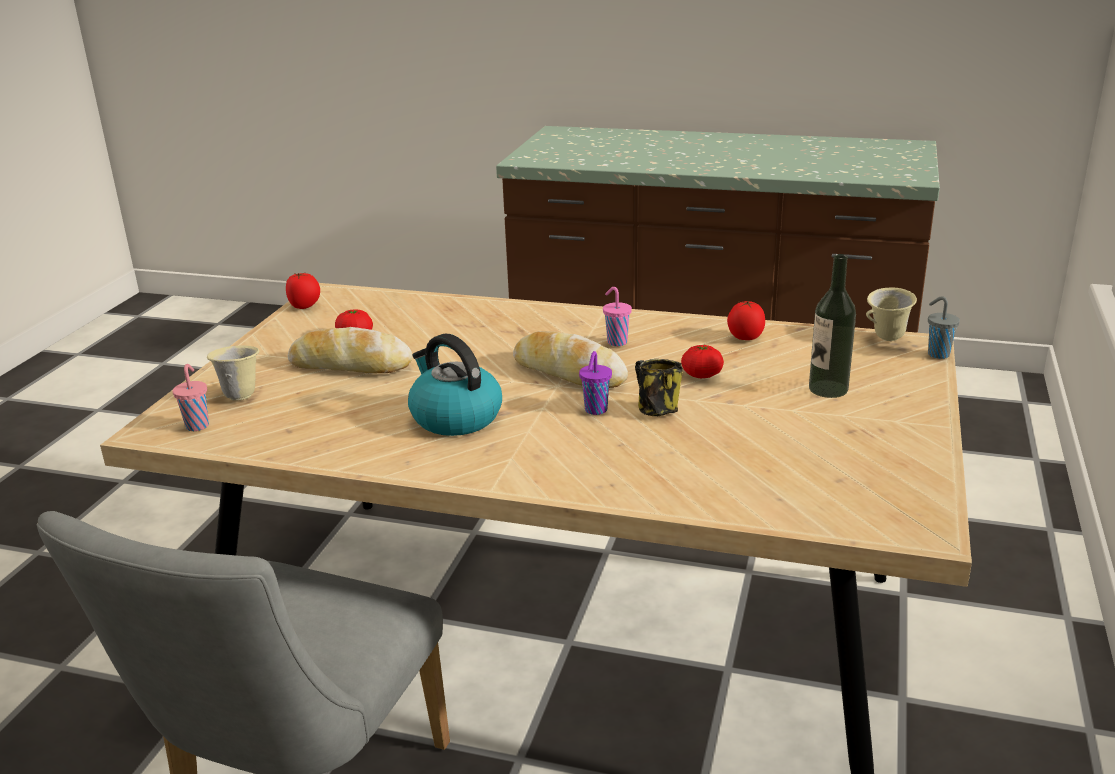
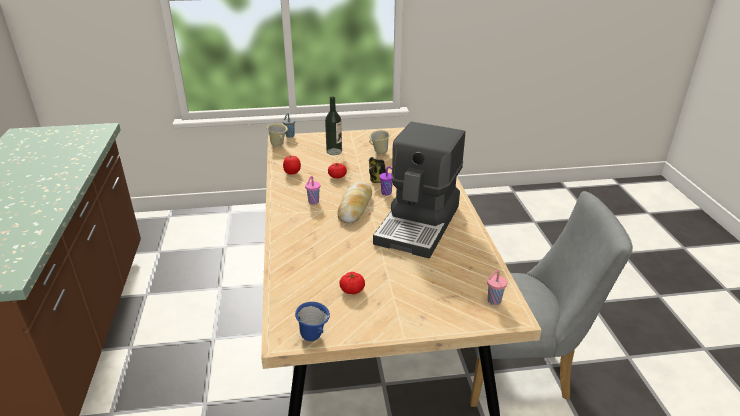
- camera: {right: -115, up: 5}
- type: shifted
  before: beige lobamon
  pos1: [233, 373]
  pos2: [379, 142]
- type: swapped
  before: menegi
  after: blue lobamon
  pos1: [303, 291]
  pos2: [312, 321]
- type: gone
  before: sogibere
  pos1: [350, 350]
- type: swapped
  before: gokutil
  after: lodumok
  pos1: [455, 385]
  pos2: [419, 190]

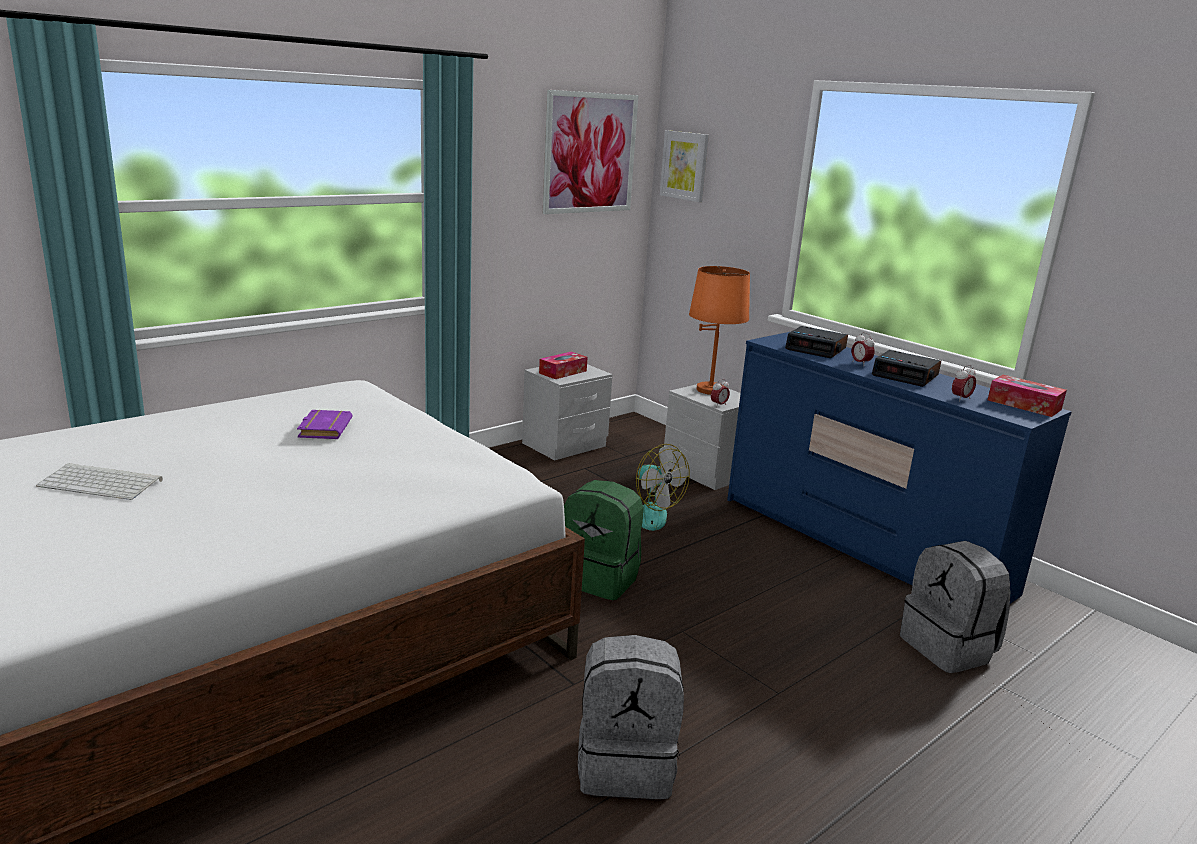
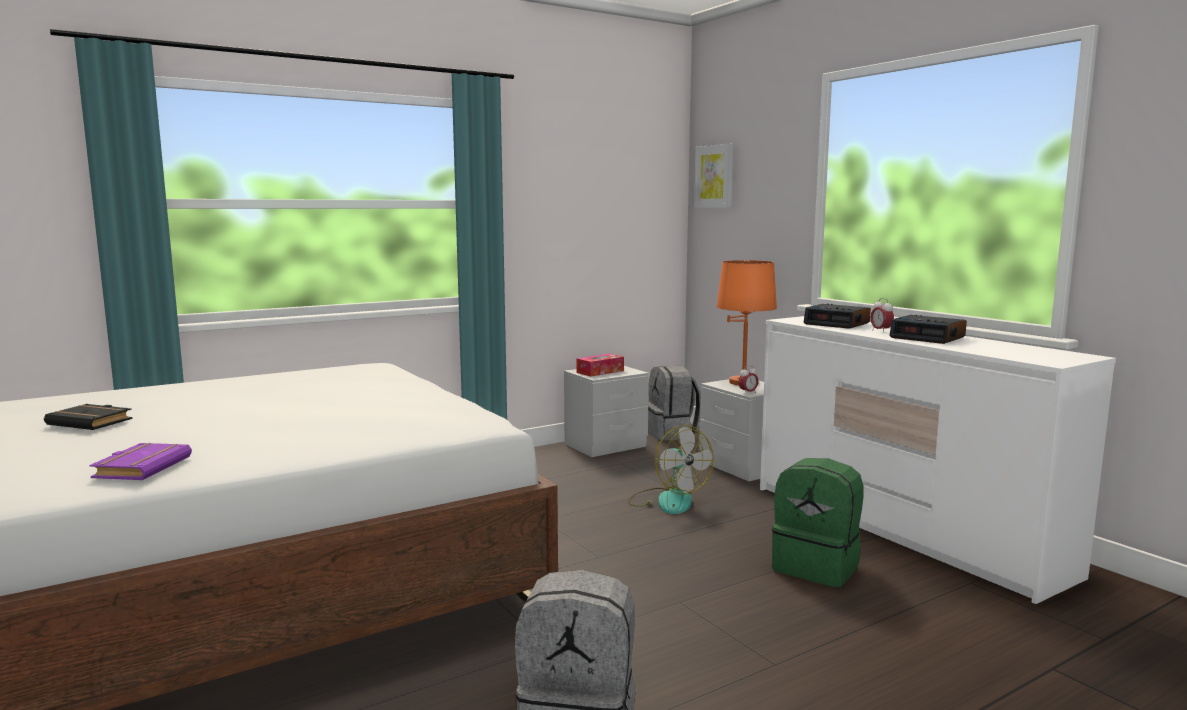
- camera: {right: 10, up: -10}
- type: swapped
  before: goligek
  after: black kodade
  pos1: [99, 481]
  pos2: [88, 417]
- type: shifted
  before: purple kodade
  pos1: [324, 424]
  pos2: [140, 461]
- type: gone
  before: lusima
  pos1: [590, 152]
- type: shifted
  before: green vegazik
  pos1: [603, 540]
  pos2: [818, 523]
- type: repainted
  before: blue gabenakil
  after: white gabenakil
  pos1: [899, 468]
  pos2: [938, 460]
- type: shifted
  before: grey vegazik
  pos1: [955, 607]
  pos2: [674, 403]
- type: gone
  before: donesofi
  pos1: [964, 383]
- type: gone
  before: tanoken
  pos1: [1027, 396]

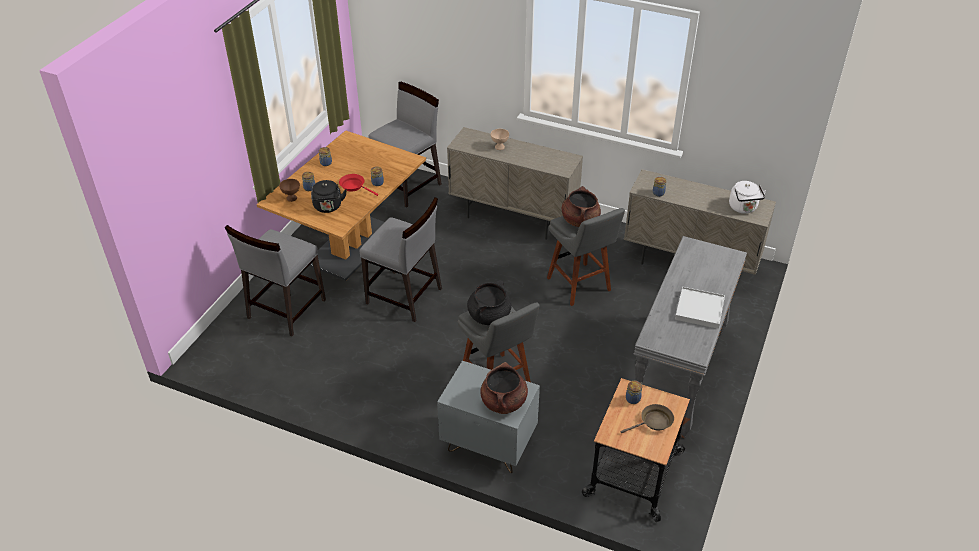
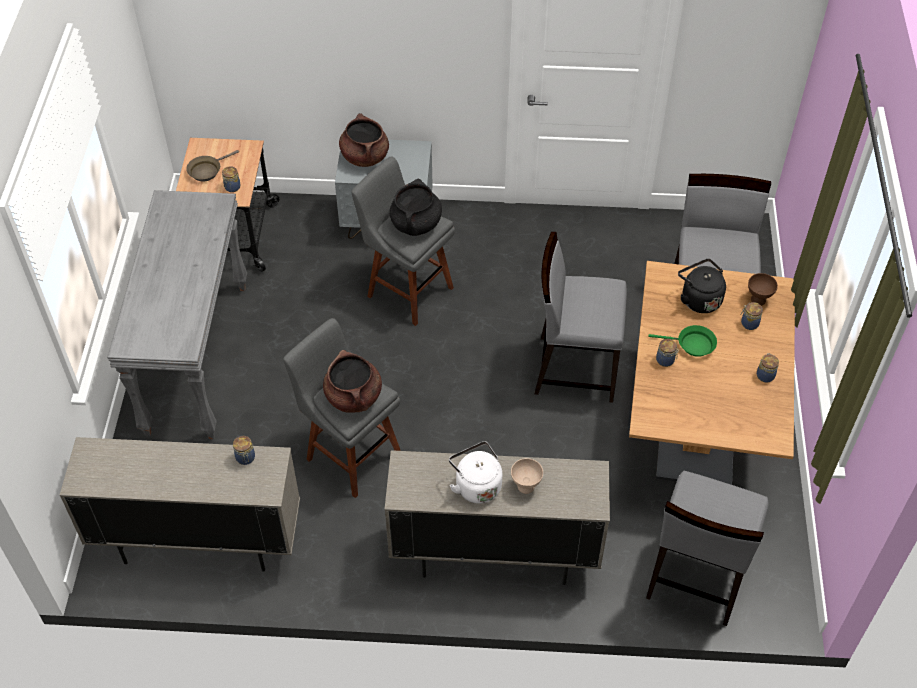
- camera: {right: 160, up: 10}
- type: repainted
  before: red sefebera
  after: green sefebera
  pos1: [358, 185]
  pos2: [682, 341]
- type: gone
  before: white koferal
  pos1: [700, 308]
- type: shifted
  before: white gokutil
  pos1: [747, 197]
  pos2: [475, 472]

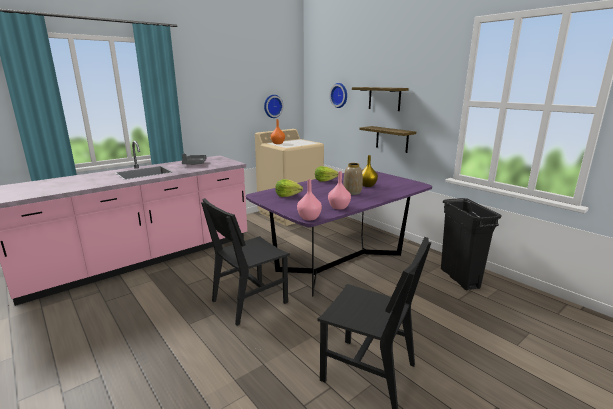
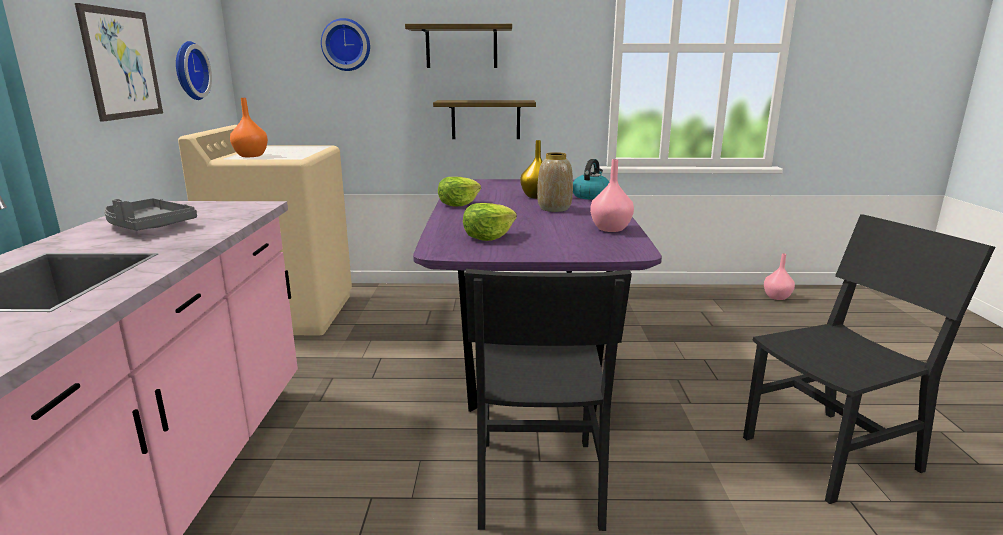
- camera: {right: -50, up: 0}
- type: shifted
  before: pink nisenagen
  pos1: [309, 200]
  pos2: [779, 276]
- type: gone
  before: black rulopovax
  pos1: [471, 244]
- type: new
  after: lusima
  pos2: [119, 62]
- type: new
  after: gokutil
  pos2: [591, 179]

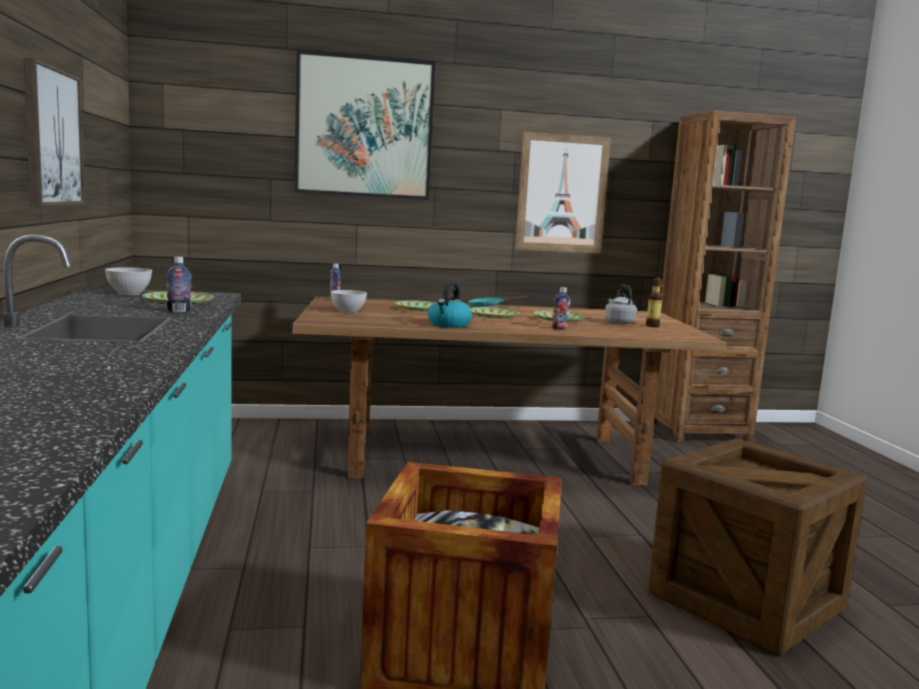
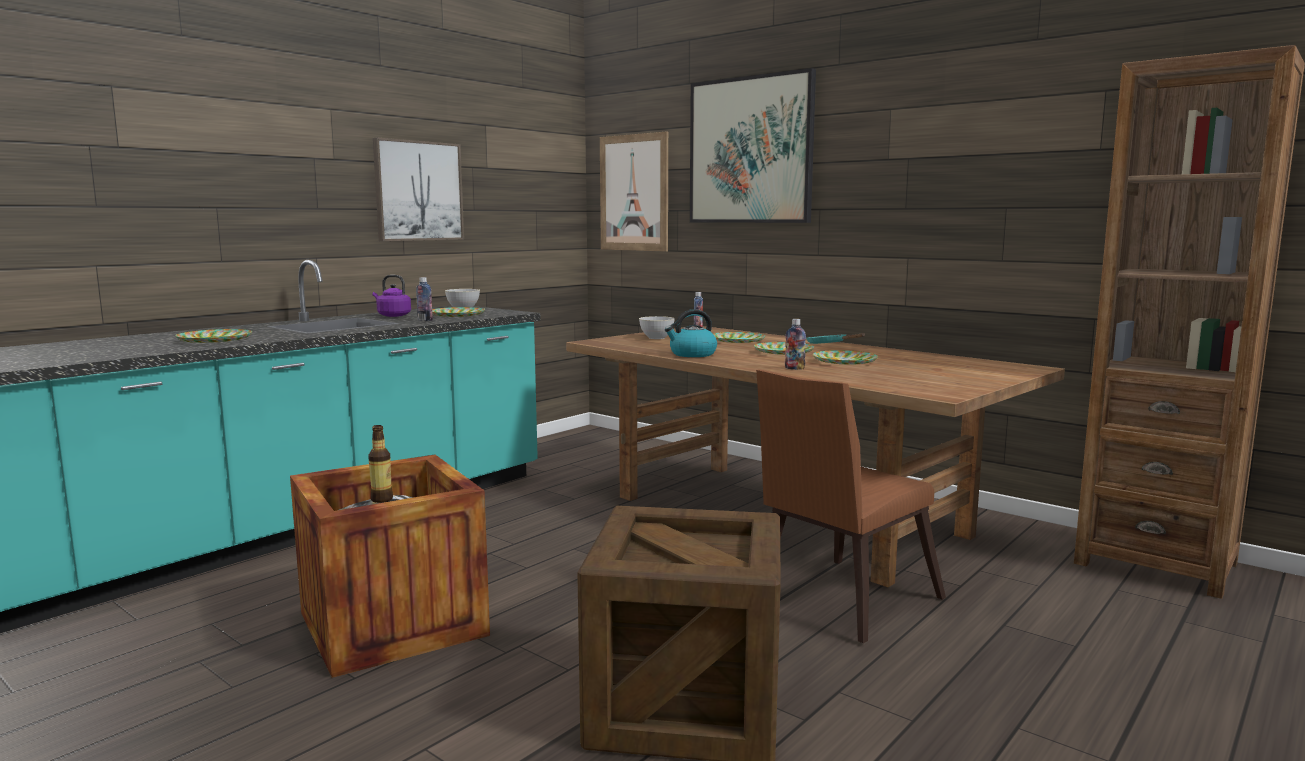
- camera: {right: 50, up: 0}
- type: shifted
  before: lusima
  pos1: [563, 192]
  pos2: [634, 192]
- type: gone
  before: grey gokutil
  pos1: [621, 304]
- type: shifted
  before: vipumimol
  pos1: [654, 302]
  pos2: [380, 464]
- type: new
  after: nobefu
  pos2: [213, 336]
- type: new
  after: purple gokutil
  pos2: [391, 296]
- type: new
  after: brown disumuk
  pos2: [851, 506]

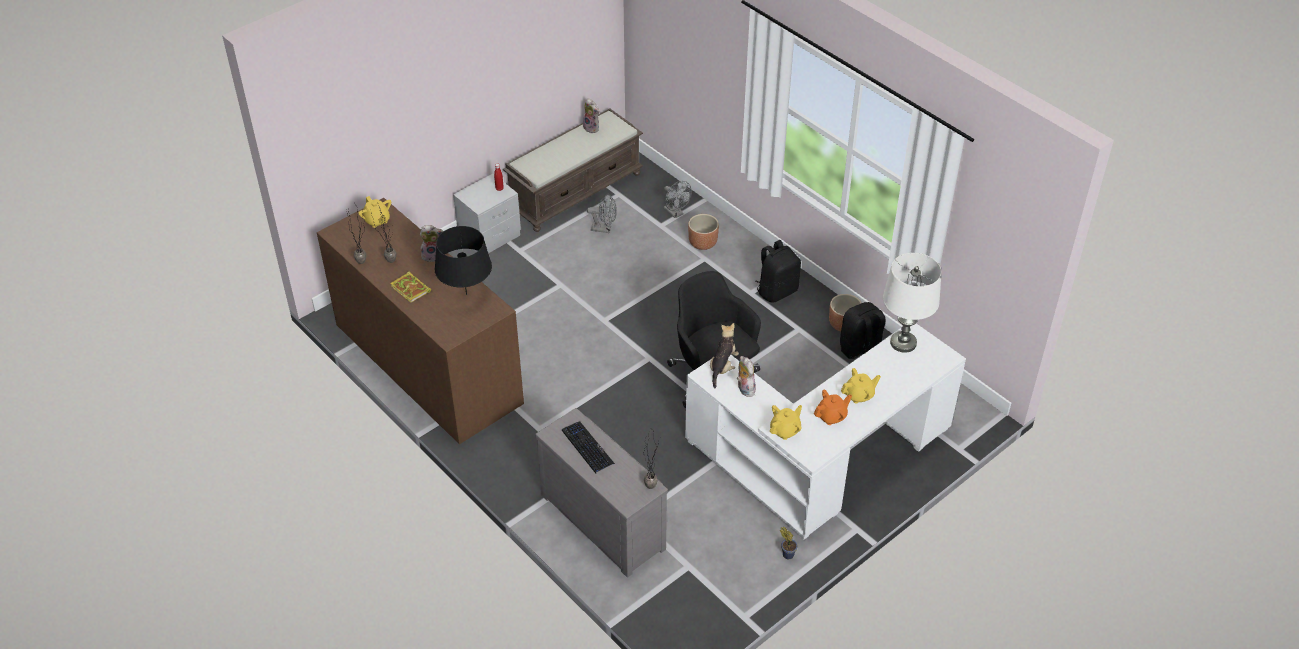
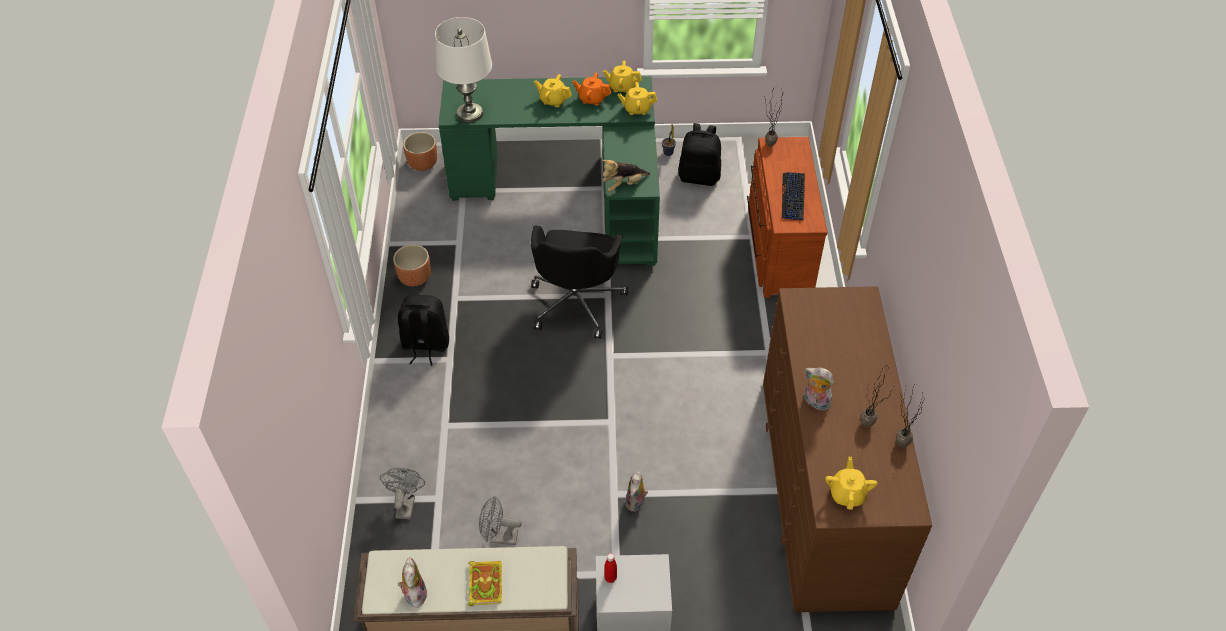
- camera: {right: -140, up: 5}
- type: shifted
  before: kodade
  pos1: [410, 287]
  pos2: [485, 583]
- type: gone
  before: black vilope
  pos1: [463, 260]
- type: repainted
  before: grey gabenakil
  after: brown gabenakil
  pos1: [601, 492]
  pos2: [787, 217]
- type: rotated
  before: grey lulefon
  pos1: [602, 213]
  pos2: [500, 520]
  turn: -45
- type: repainted
  before: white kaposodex
  after: green kaposodex
  pos1: [825, 431]
  pos2: [549, 171]
- type: shifted
  before: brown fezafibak
  pos1: [703, 232]
  pos2: [420, 151]
- type: shifted
  before: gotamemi
  pos1: [746, 376]
  pos2: [637, 491]
- type: shifted
  before: black vegazik
  pos1: [862, 330]
  pos2: [699, 154]
- type: new
  after: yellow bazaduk
  pos2: [622, 77]

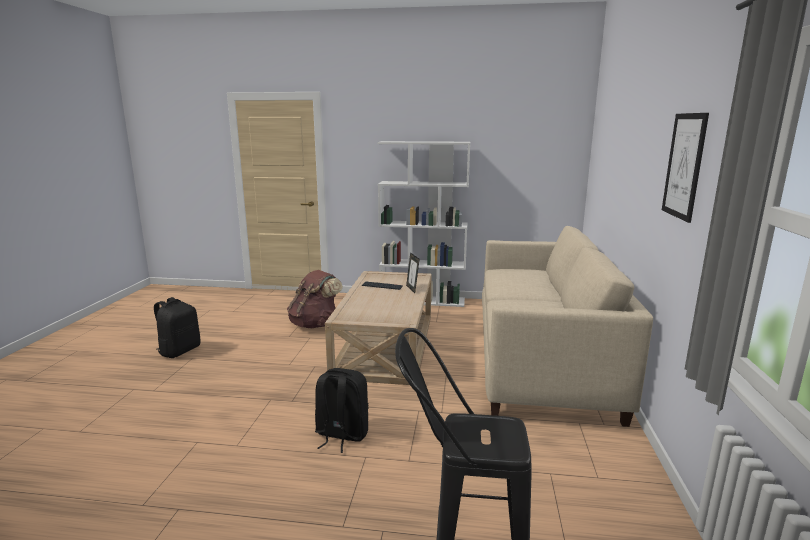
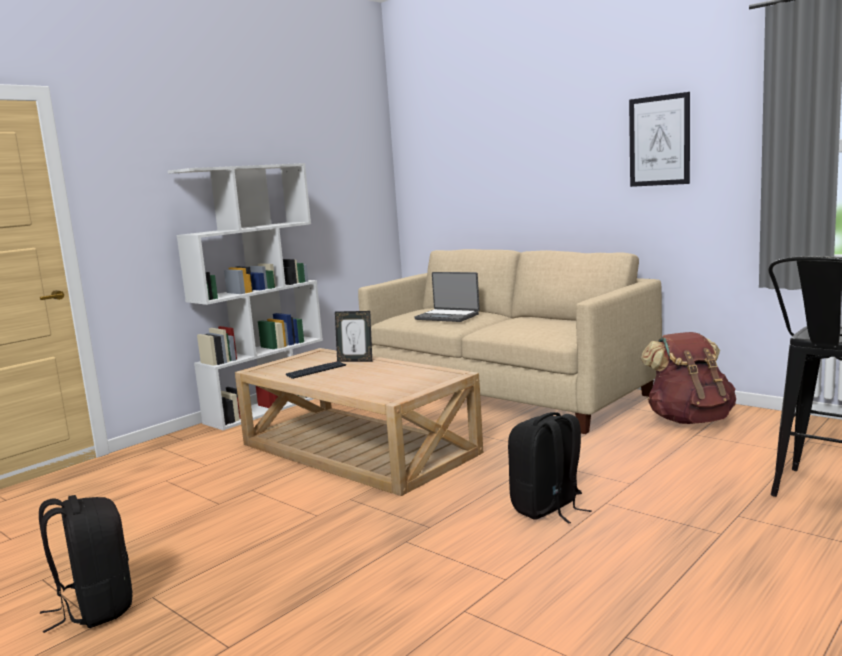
- camera: {right: -55, up: -5}
- type: shifted
  before: brown vegazik
  pos1: [315, 299]
  pos2: [688, 378]
- type: new
  after: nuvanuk
  pos2: [447, 297]

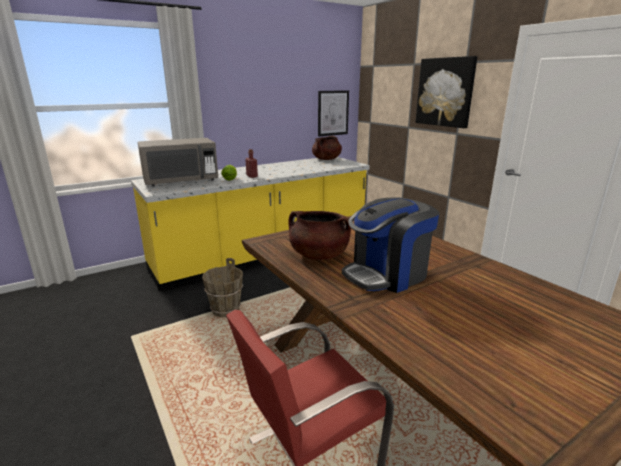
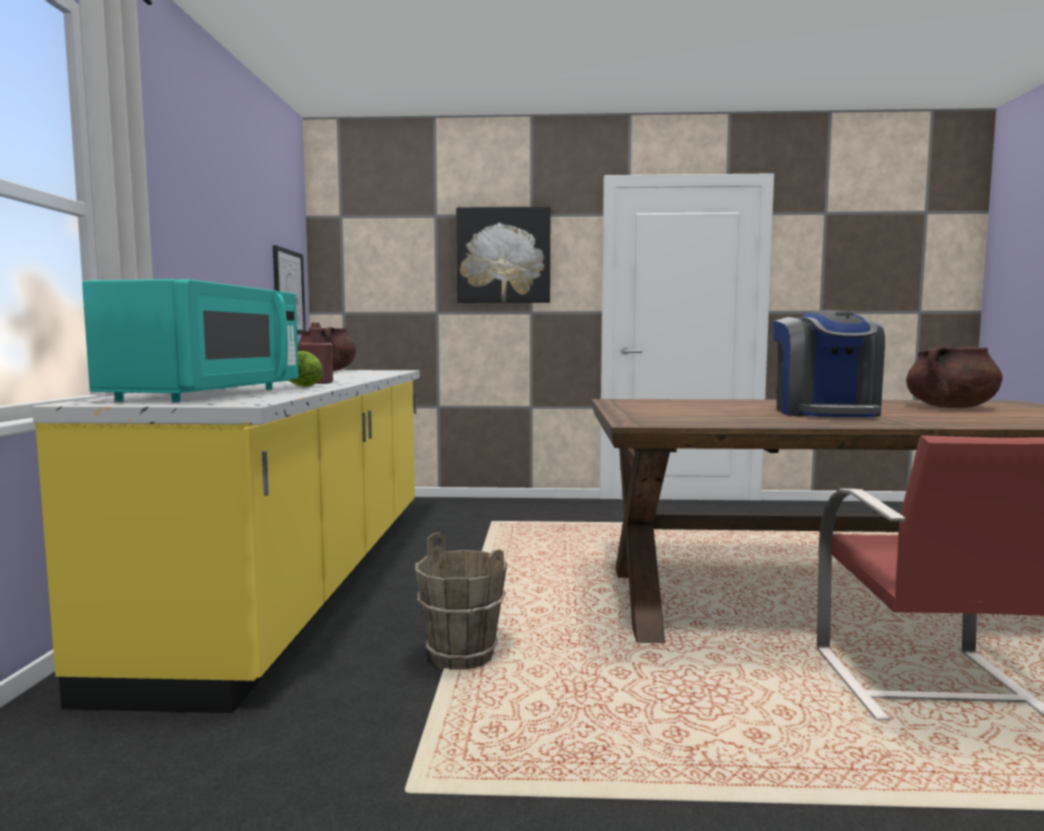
- camera: {right: -55, up: -15}
- type: repainted
  before: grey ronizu
  after: turquoise ronizu
  pos1: [178, 162]
  pos2: [190, 340]
- type: shifted
  before: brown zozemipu
  pos1: [320, 235]
  pos2: [954, 377]

